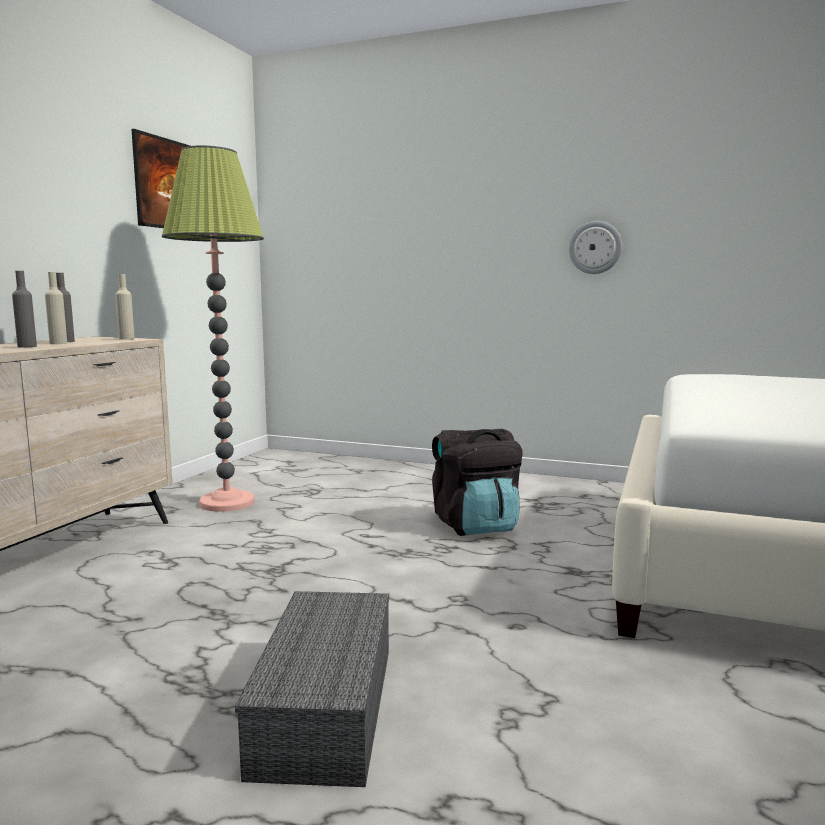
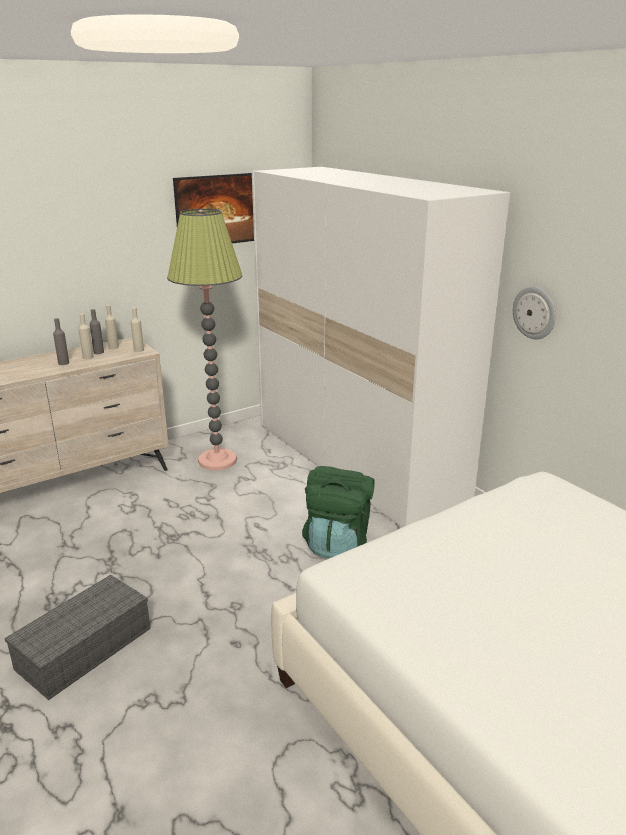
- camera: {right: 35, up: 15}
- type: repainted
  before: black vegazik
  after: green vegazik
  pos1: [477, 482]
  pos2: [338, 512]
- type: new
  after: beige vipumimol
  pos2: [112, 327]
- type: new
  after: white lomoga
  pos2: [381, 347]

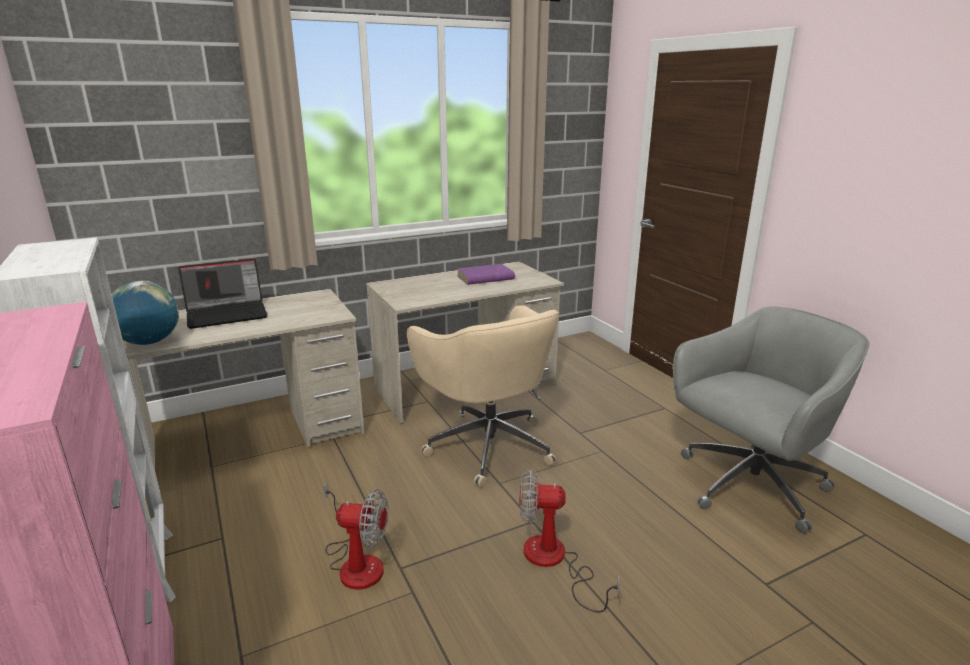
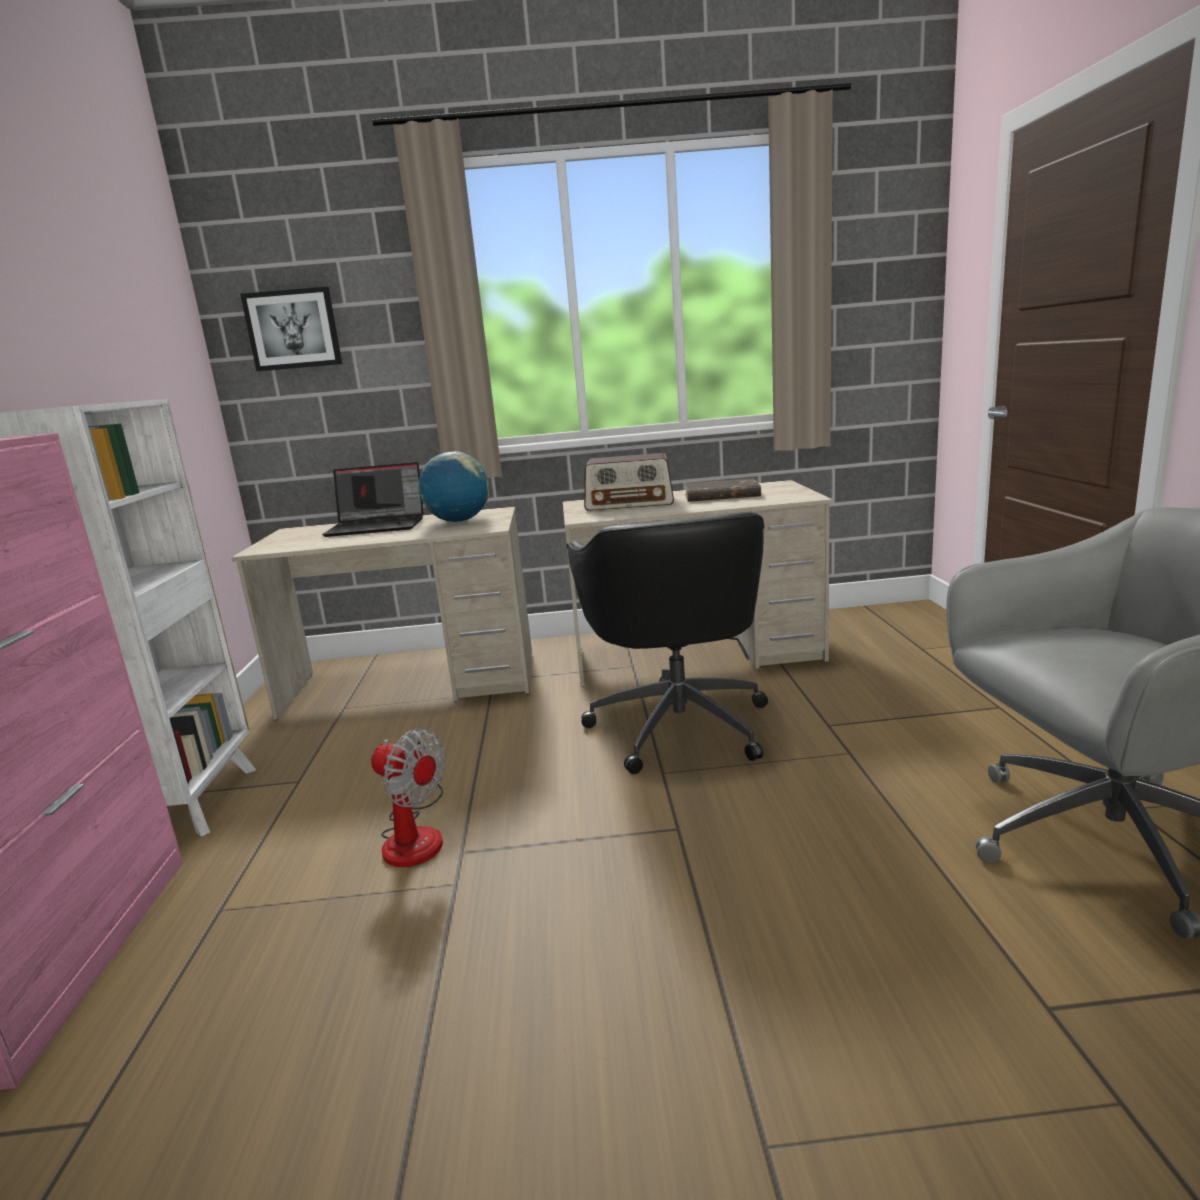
- camera: {right: 25, up: -5}
- type: shifted
  before: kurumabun
  pos1: [145, 313]
  pos2: [454, 486]
- type: repainted
  before: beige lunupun
  after: black lunupun
  pos1: [483, 396]
  pos2: [667, 643]
- type: repainted
  before: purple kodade
  after: brown kodade
  pos1: [486, 274]
  pos2: [722, 490]
- type: gone
  before: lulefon
  pos1: [569, 541]
- type: new
  after: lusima
  pos2: [291, 329]
- type: new
  after: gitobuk
  pos2: [629, 482]

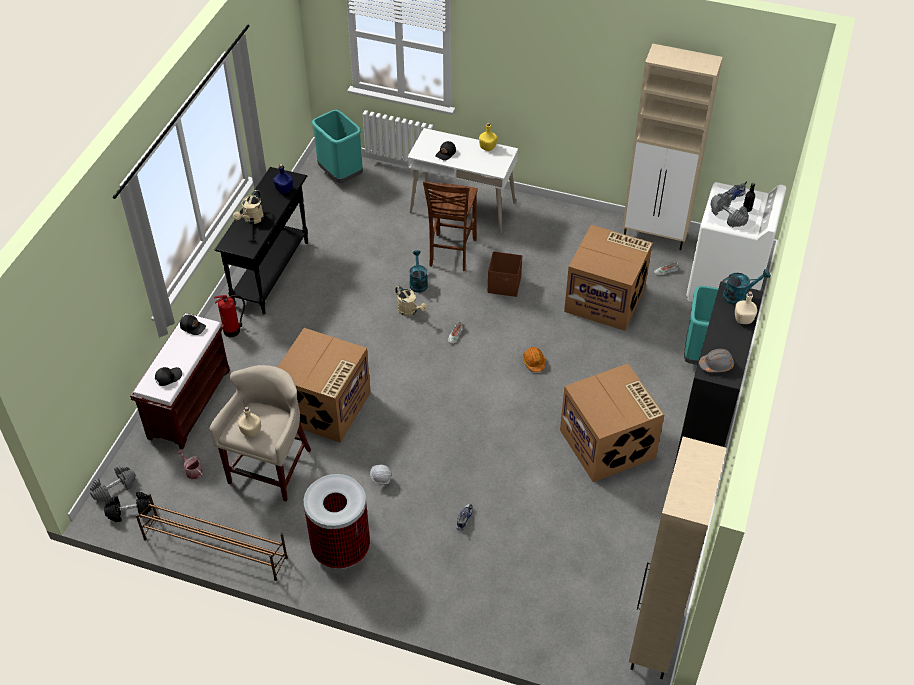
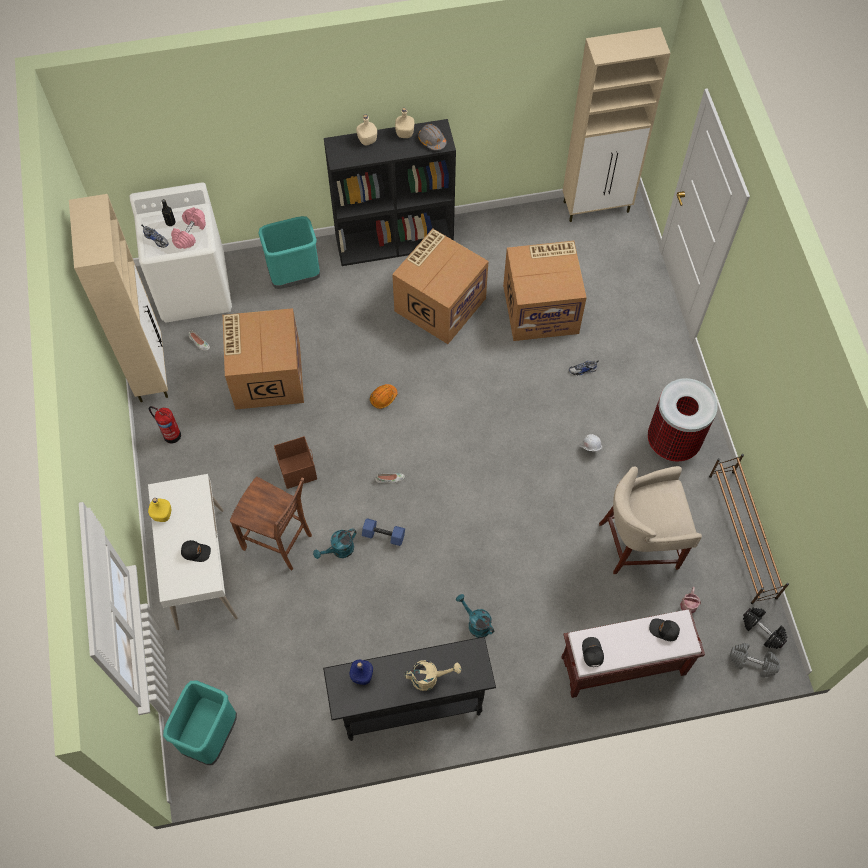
- camera: {right: -120, up: 15}
- type: shifted
  before: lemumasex
  pos1: [229, 316]
  pos2: [165, 424]
- type: shifted
  before: beige vipumimol
  pos1: [249, 422]
  pos2: [405, 123]
- type: shifted
  before: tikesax
  pos1: [324, 385]
  pos2: [545, 291]
- type: swapped
  before: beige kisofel
  after: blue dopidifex
  pos1: [411, 301]
  pos2: [383, 532]
- type: rotated
  before: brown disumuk
  pos1: [450, 226]
  pos2: [271, 524]
  turn: 45
- type: repainted
  before: grey dopidifex
  after: pink dopidifex
  pos1: [730, 210]
  pos2: [188, 228]
- type: shifted
  before: turquoise kisofel
  pos1: [746, 287]
  pos2: [475, 616]

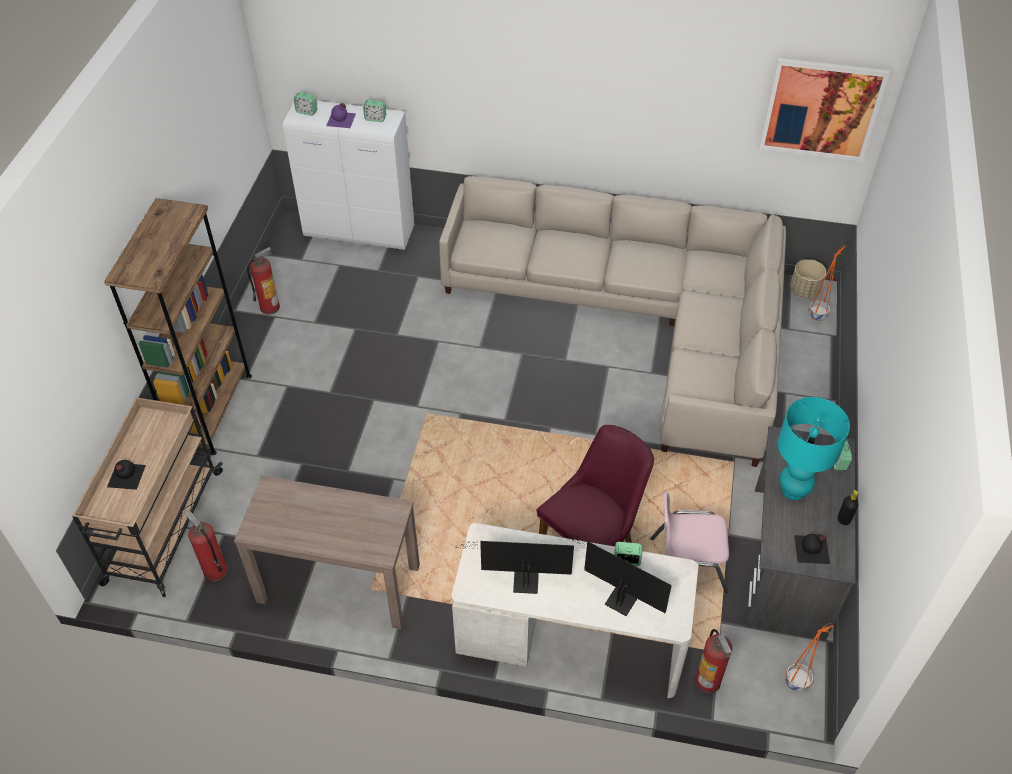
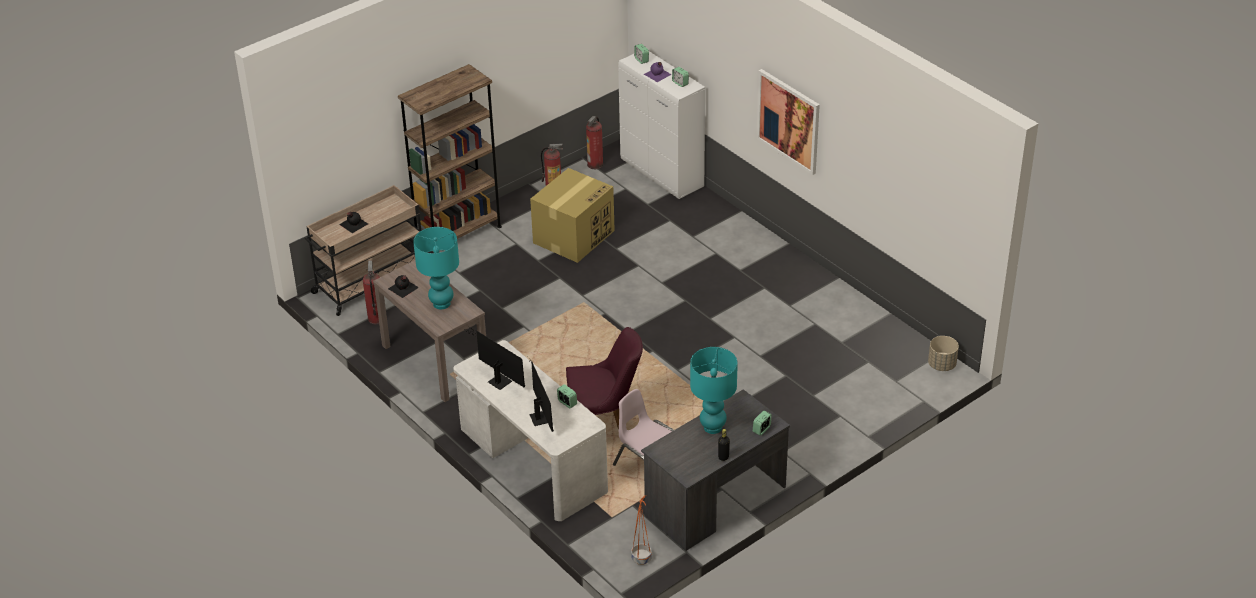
- camera: {right: 40, up: -10}
- type: gone
  before: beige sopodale
  pos1: [612, 321]
- type: shifted
  before: lemumasex
  pos1: [713, 661]
  pos2: [594, 142]
- type: shifted
  before: lusima
  pos1: [824, 110]
  pos2: [788, 122]
- type: shifted
  before: black vipumimol
  pos1: [812, 549]
  pos2: [403, 286]
- type: gone
  before: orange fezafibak
  pos1: [827, 283]
- type: new
  after: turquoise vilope
  pos2: [436, 268]
- type: new
  after: tikesax
  pos2: [572, 215]

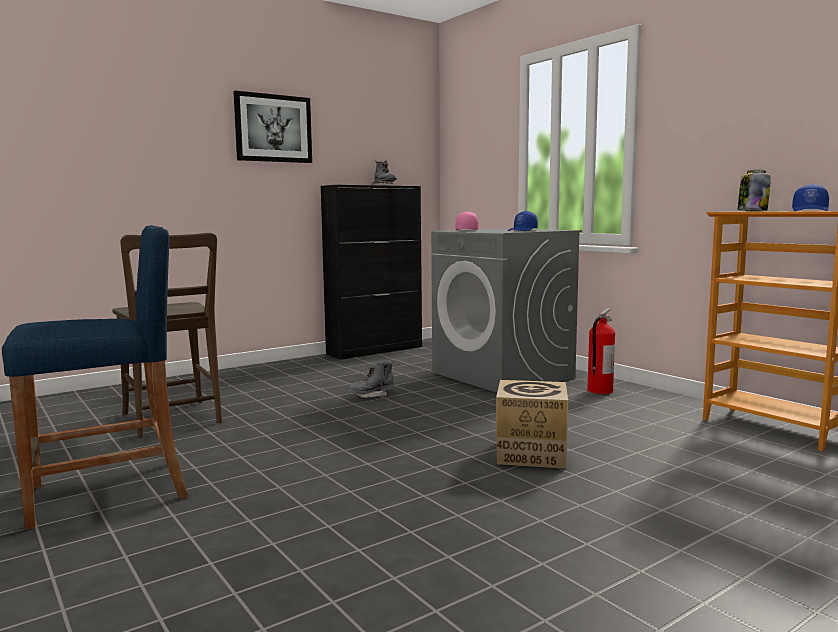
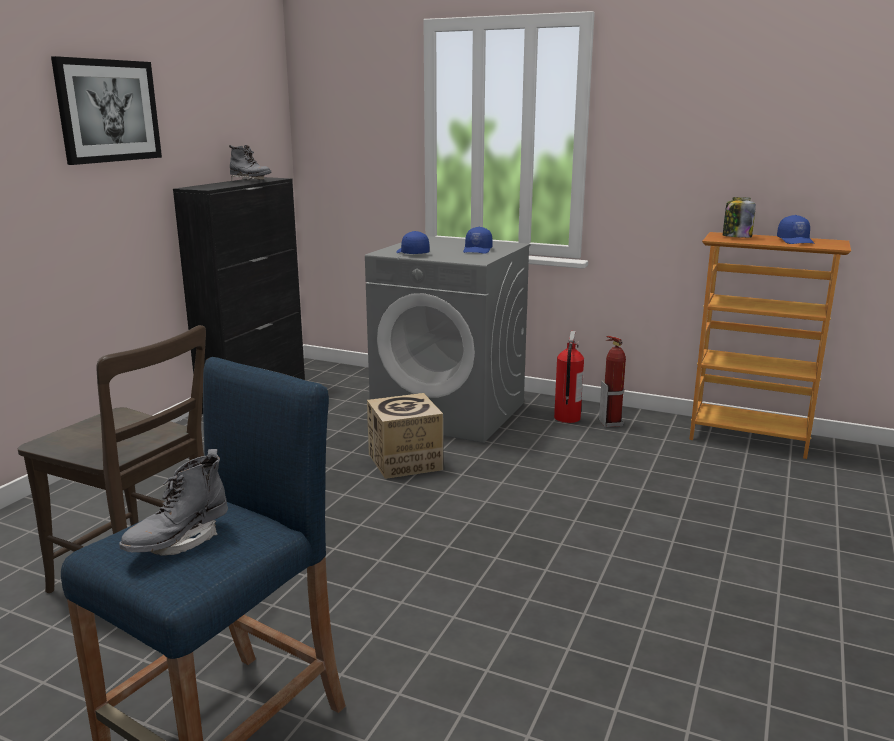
- camera: {right: -30, up: 10}
- type: shifted
  before: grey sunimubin
  pos1: [370, 379]
  pos2: [173, 502]
- type: repainted
  before: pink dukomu
  after: blue dukomu
  pos1: [467, 221]
  pos2: [413, 242]
- type: shifted
  before: tikesax
  pos1: [532, 424]
  pos2: [405, 436]
- type: new
  after: lemumasex
  pos2: [612, 381]

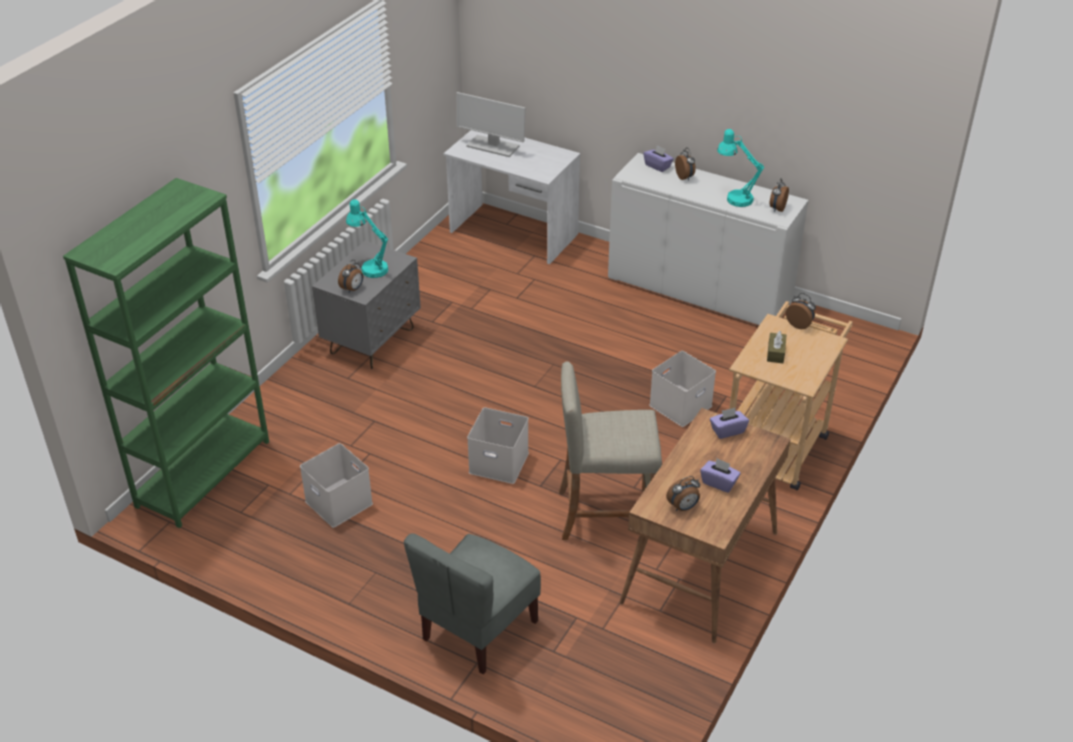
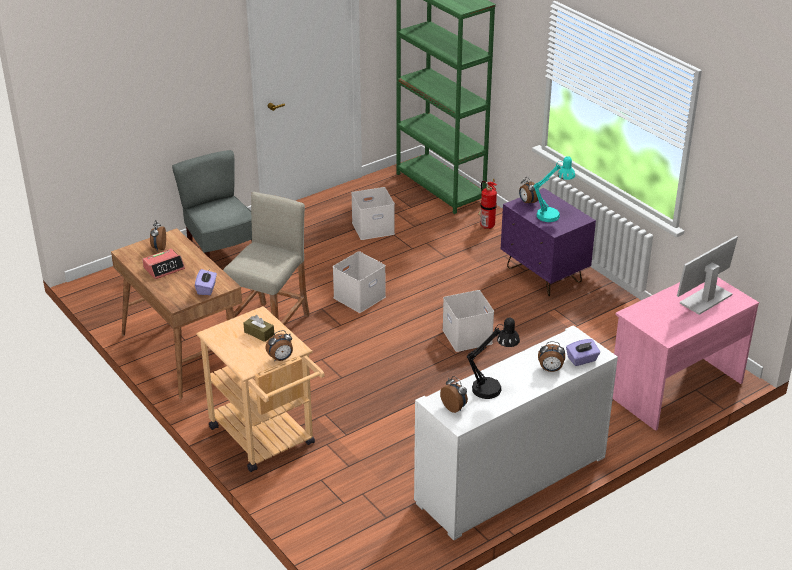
- camera: {right: 115, up: -5}
- type: repainted
  before: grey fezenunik
  after: purple fezenunik
  pos1: [366, 305]
  pos2: [548, 242]
- type: repainted
  before: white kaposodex
  after: pink kaposodex
  pos1: [511, 197]
  pos2: [686, 354]
- type: shifted
  before: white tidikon
  pos1: [682, 389]
  pos2: [468, 321]
- type: swapped
  before: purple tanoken
  after: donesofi
  pos1: [720, 475]
  pos2: [163, 264]
- type: repainted
  before: turquoise vilope
  after: black vilope
  pos1: [740, 168]
  pos2: [493, 358]
- type: new
  after: lemumasex
  pos2: [487, 203]

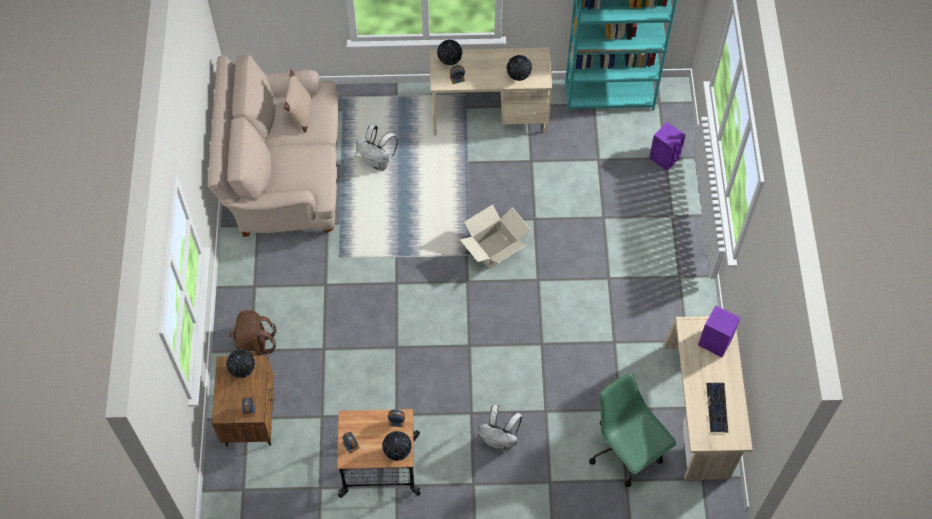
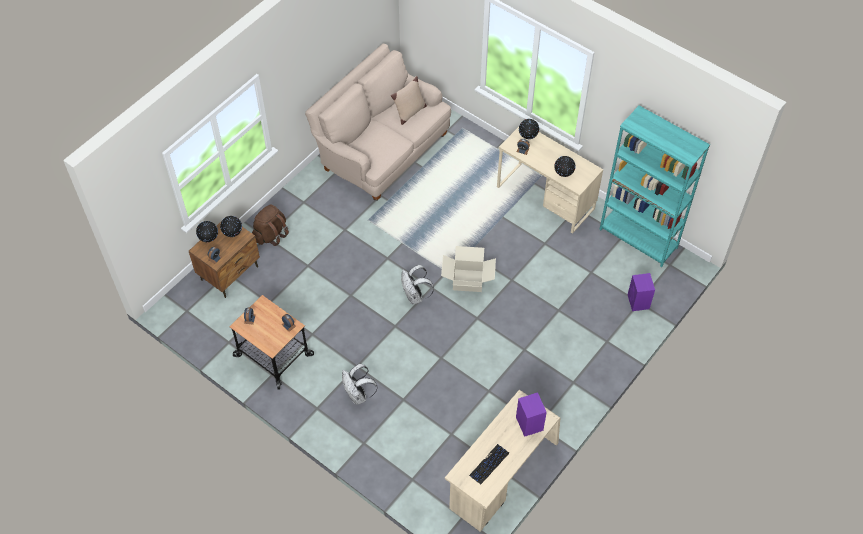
- camera: {right: 40, up: -5}
- type: shifted
  before: white vegazik
  pos1: [377, 148]
  pos2: [417, 284]
- type: shifted
  before: kurumabun
  pos1: [397, 446]
  pos2: [207, 231]
- type: gone
  before: green lunupun
  pos1: [633, 430]

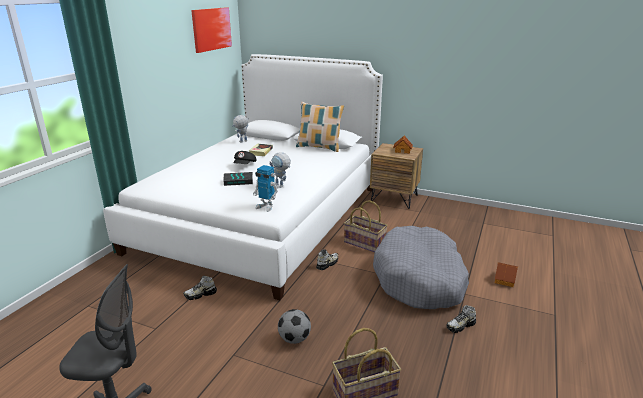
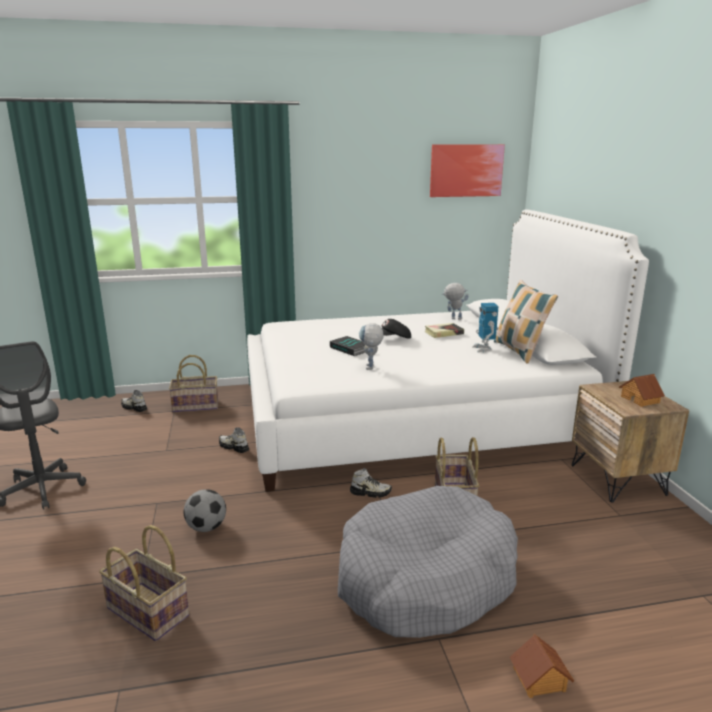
- camera: {right: 55, up: -5}
- type: shifted
  before: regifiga
  pos1: [265, 188]
  pos2: [485, 327]
- type: shifted
  before: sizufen
  pos1: [461, 319]
  pos2: [134, 401]
- type: new
  after: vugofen
  pos2: [193, 384]

